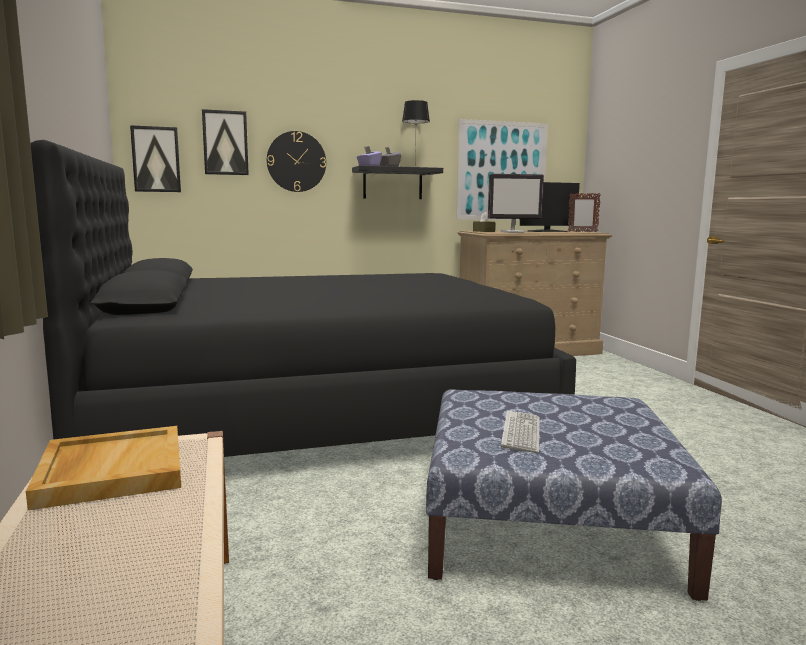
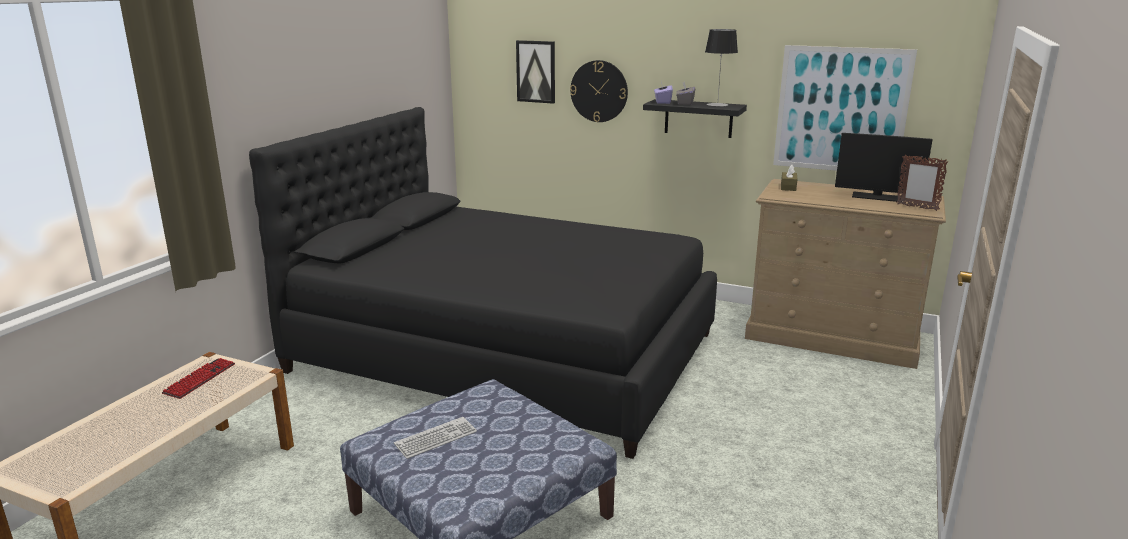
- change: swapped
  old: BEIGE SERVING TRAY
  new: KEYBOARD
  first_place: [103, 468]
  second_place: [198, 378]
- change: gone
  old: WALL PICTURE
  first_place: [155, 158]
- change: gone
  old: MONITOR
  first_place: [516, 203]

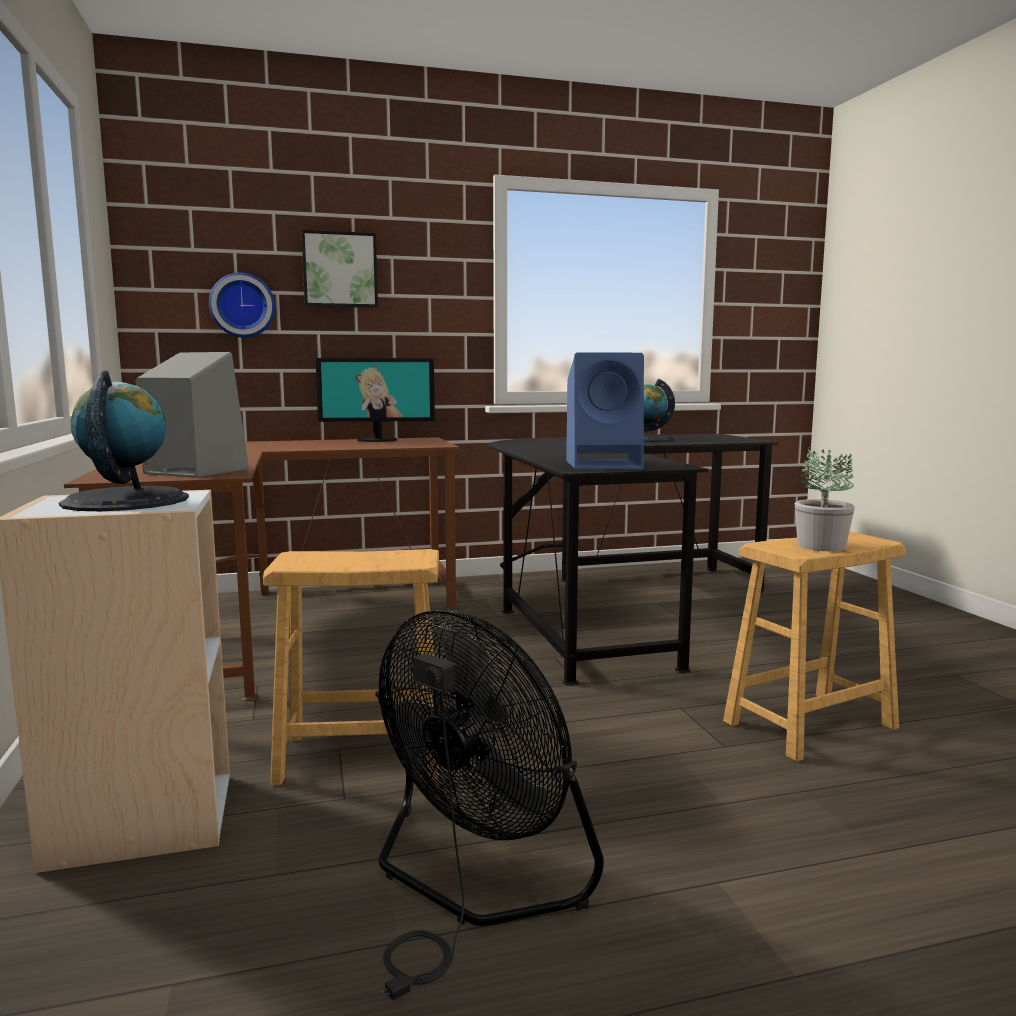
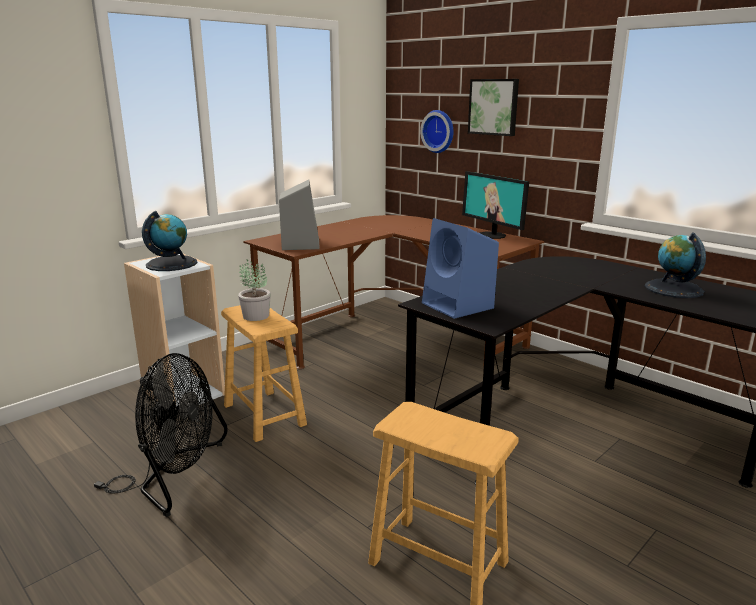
- change: shifted
  old: PLANT IN A POT
  first_place: [825, 498]
  second_place: [254, 290]

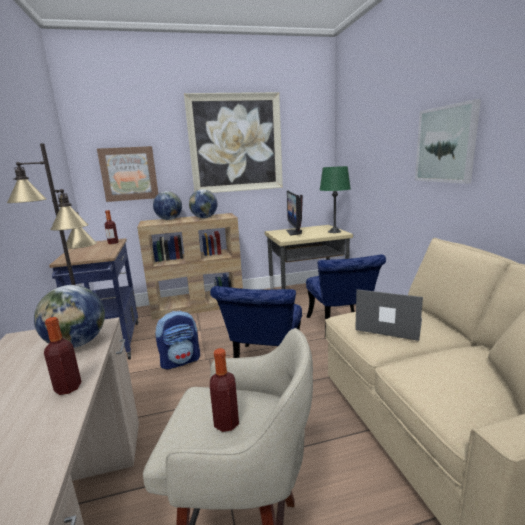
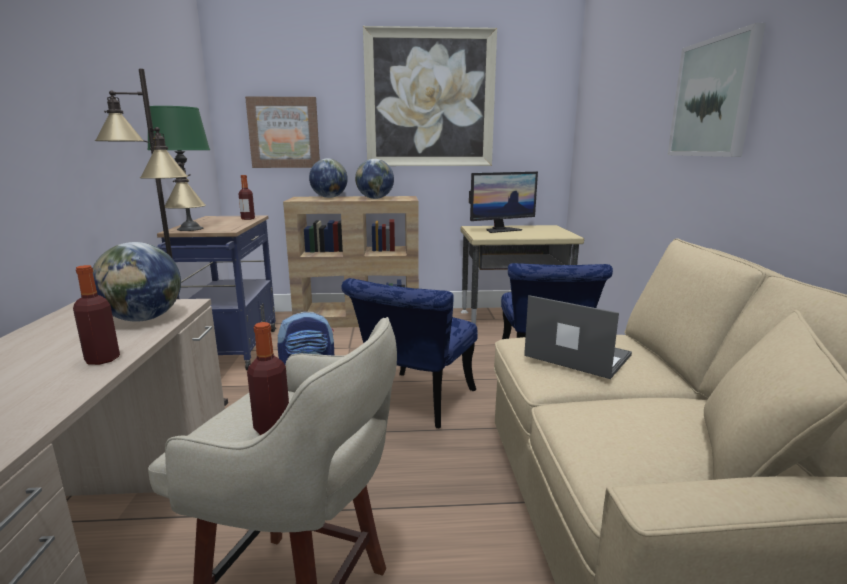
- change: shifted
  old: GREEN-COLOURED LAMP FOR A TABLE
  first_place: [335, 199]
  second_place: [178, 168]
- change: rotated
  old: MONITOR
  first_place: [294, 213]
  second_place: [503, 202]
  degrees: -120

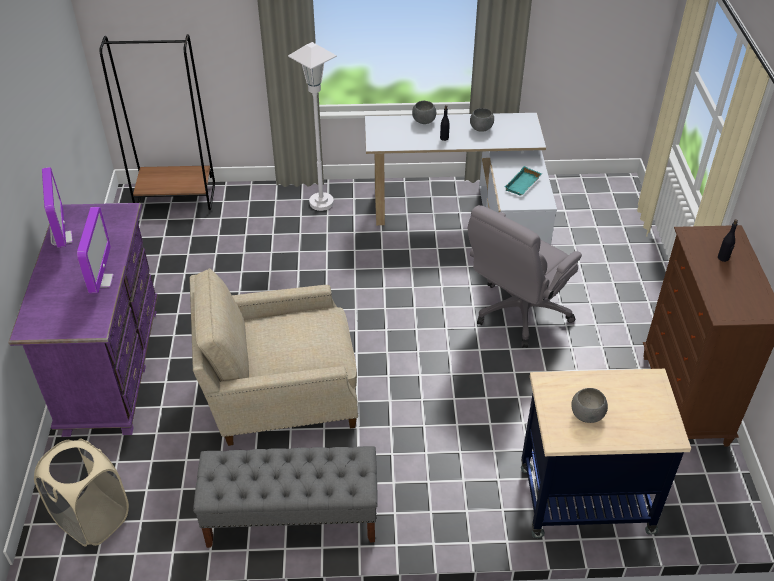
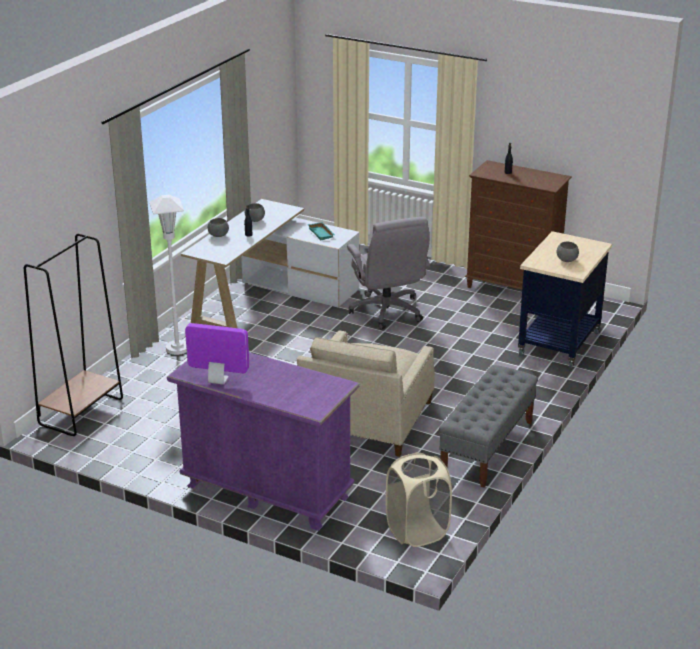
- change: gone
  old: MONITOR
  first_place: [95, 250]

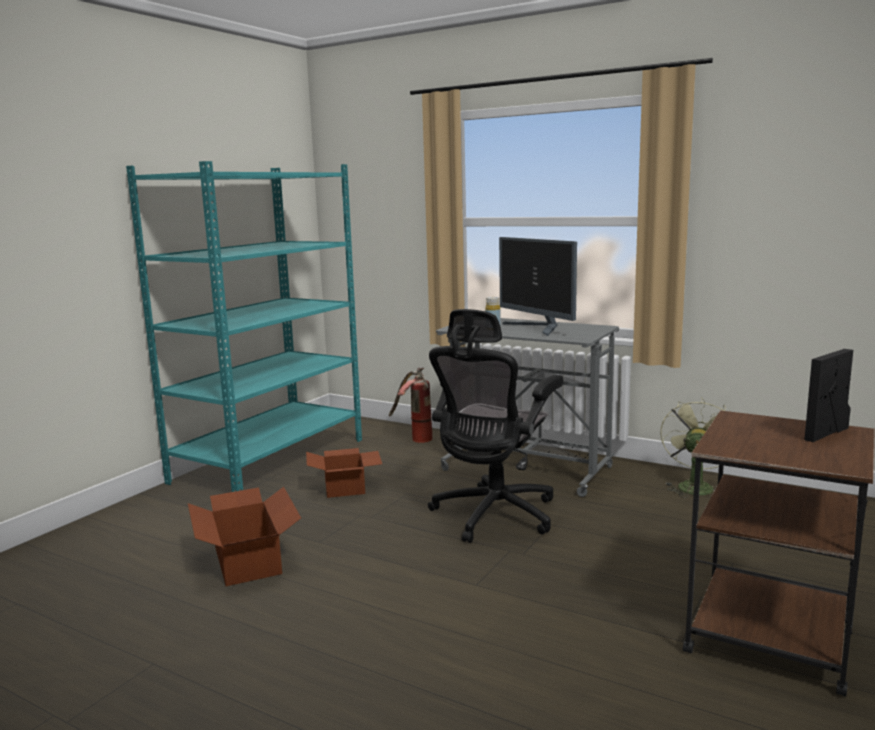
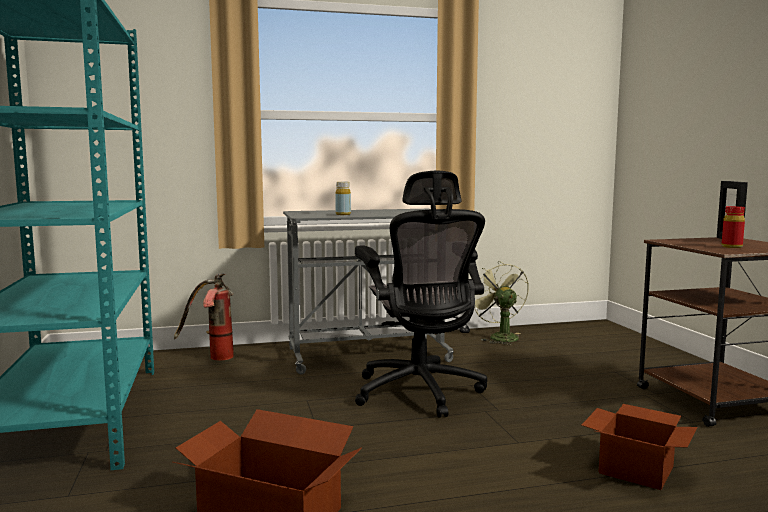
- change: shifted
  old: PACKING BOX
  first_place: [344, 473]
  second_place: [639, 447]
- change: new
  new: REDDISH DRINK BOTTLE
  second_place: [733, 227]
- change: gone
  old: MONITOR
  first_place: [538, 286]

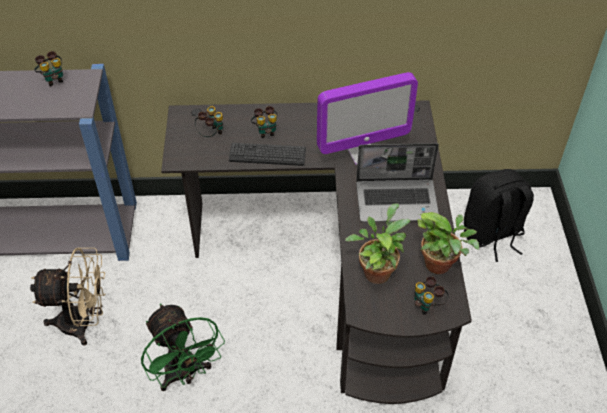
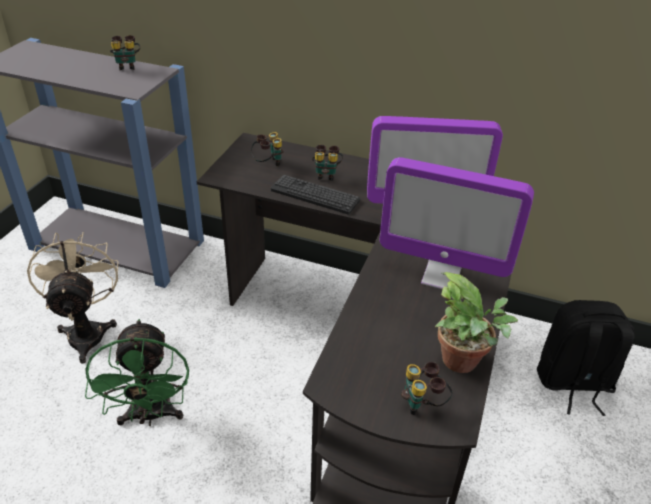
- change: rotated
  old: BEIGE ELECTRIC FAN
  first_place: [68, 296]
  second_place: [73, 298]
  degrees: -120
- change: swapped
  old: LAPTOP
  new: MONITOR
  first_place: [397, 182]
  second_place: [457, 223]
- change: gone
  old: PLANT IN A POT
  first_place: [377, 243]

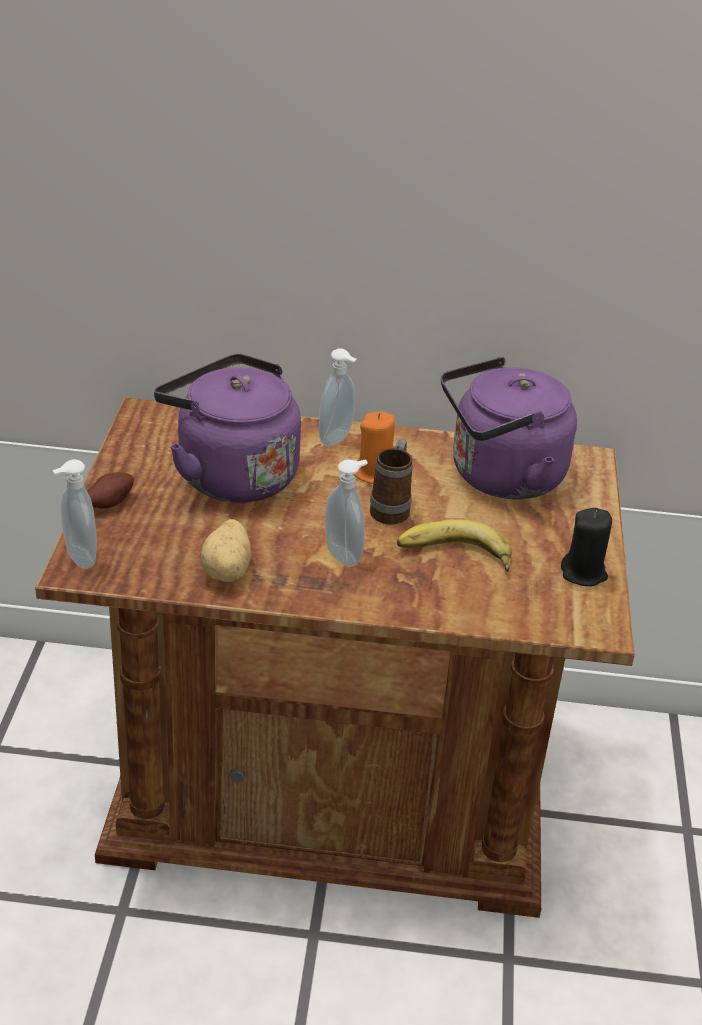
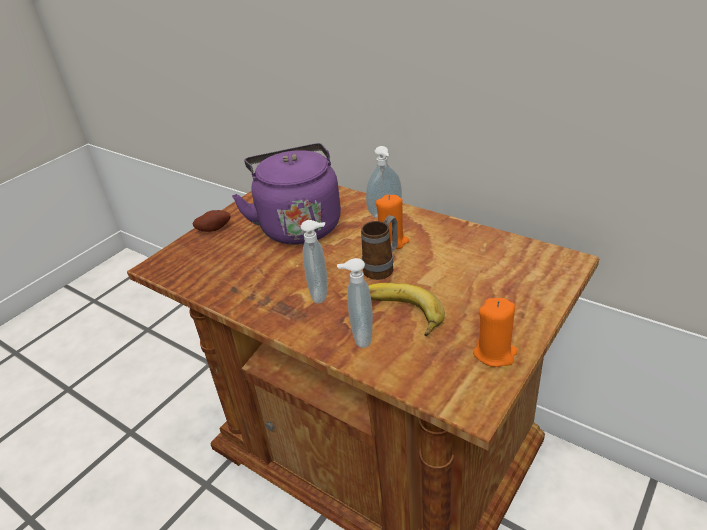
- change: shifted
  old: SOAP BOTTLE
  first_place: [74, 514]
  second_place: [355, 303]
- change: repainted
  old: BLACK CANDLE
  new: ORANGE CANDLE
  first_place: [586, 547]
  second_place: [495, 332]
- change: gone
  old: SPUD
  first_place: [226, 550]
- change: gone
  old: PURPLE TEA KETTLE
  first_place: [509, 428]

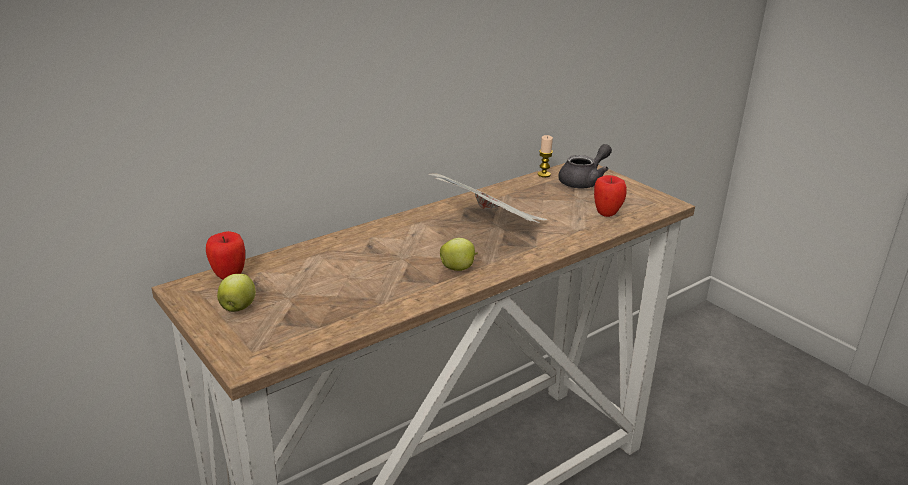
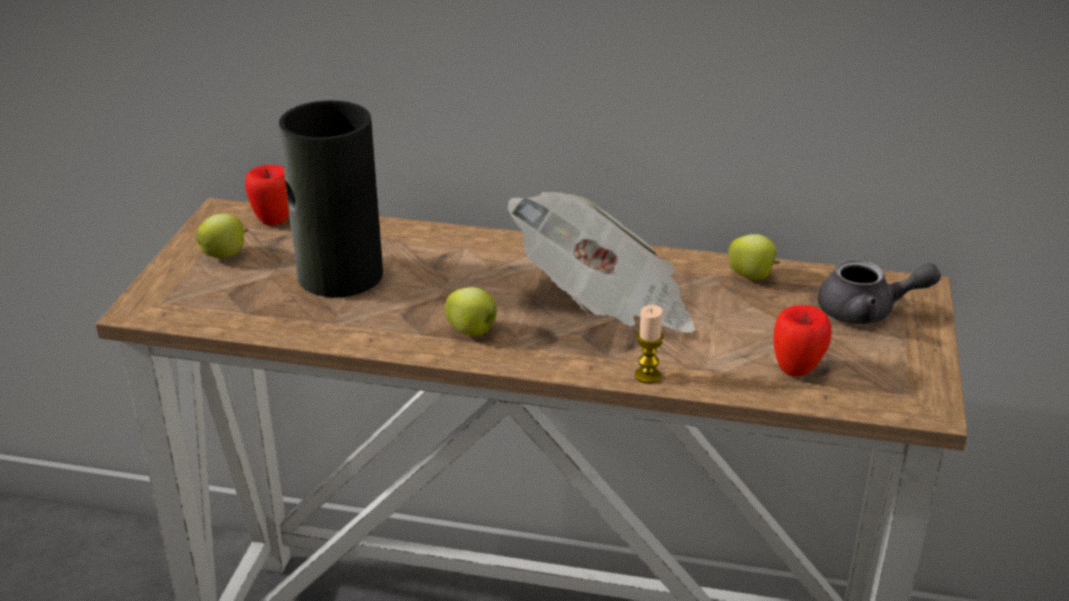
- change: new
  new: DECORATIVE VASE
  second_place: [331, 199]
- change: shifted
  old: CANDLE
  first_place: [545, 156]
  second_place: [649, 344]
- change: new
  new: APPLE FRUIT
  second_place: [754, 257]

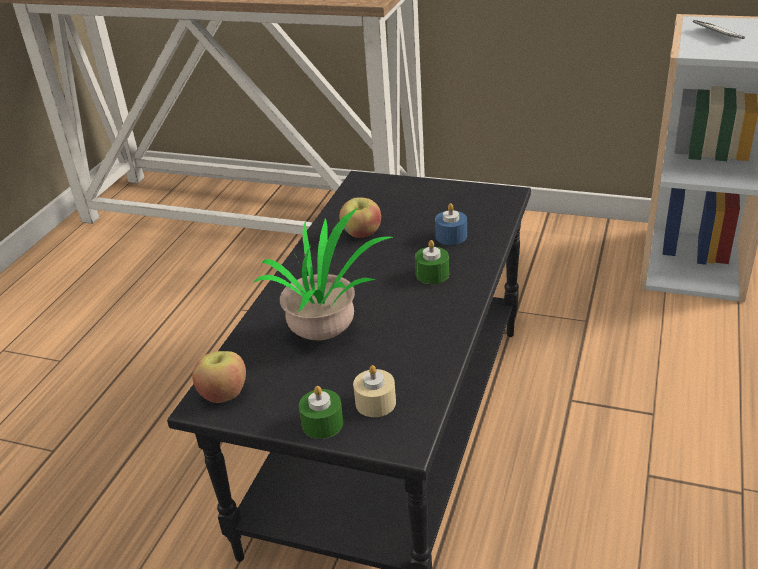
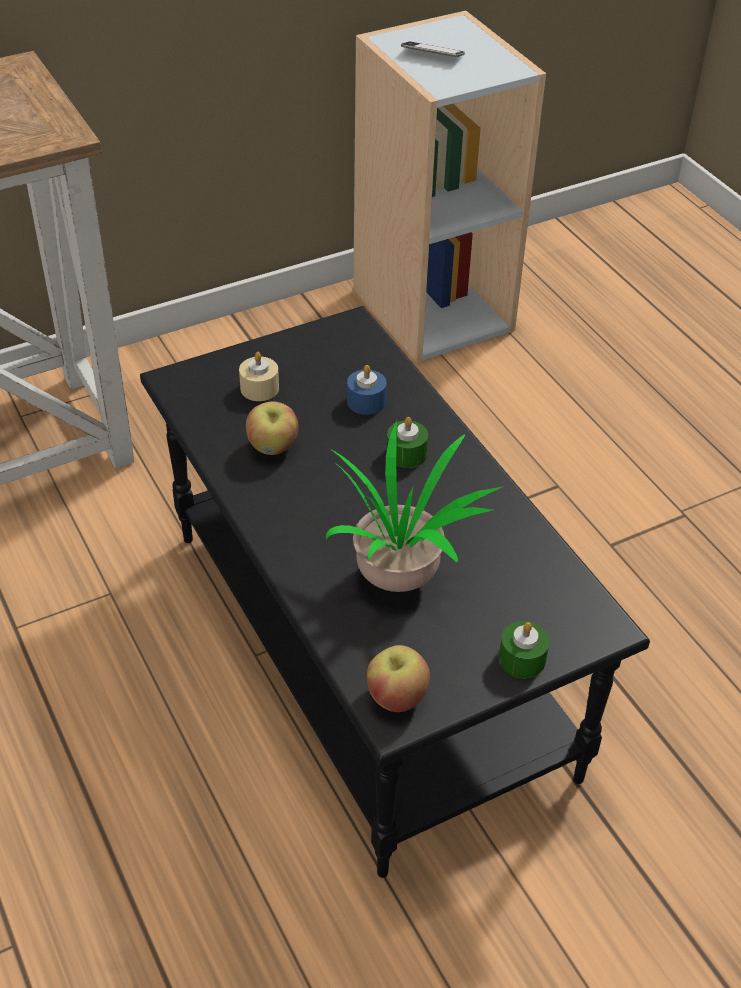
- change: shifted
  old: BEIGE CANDLE
  first_place: [374, 391]
  second_place: [259, 376]

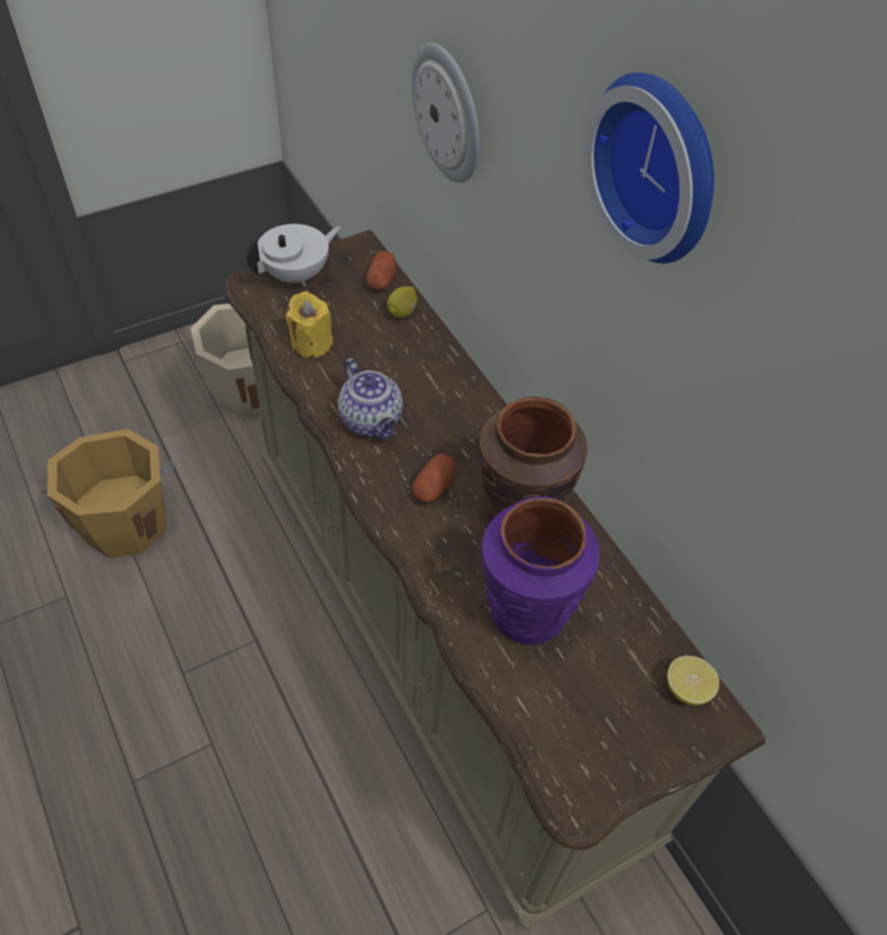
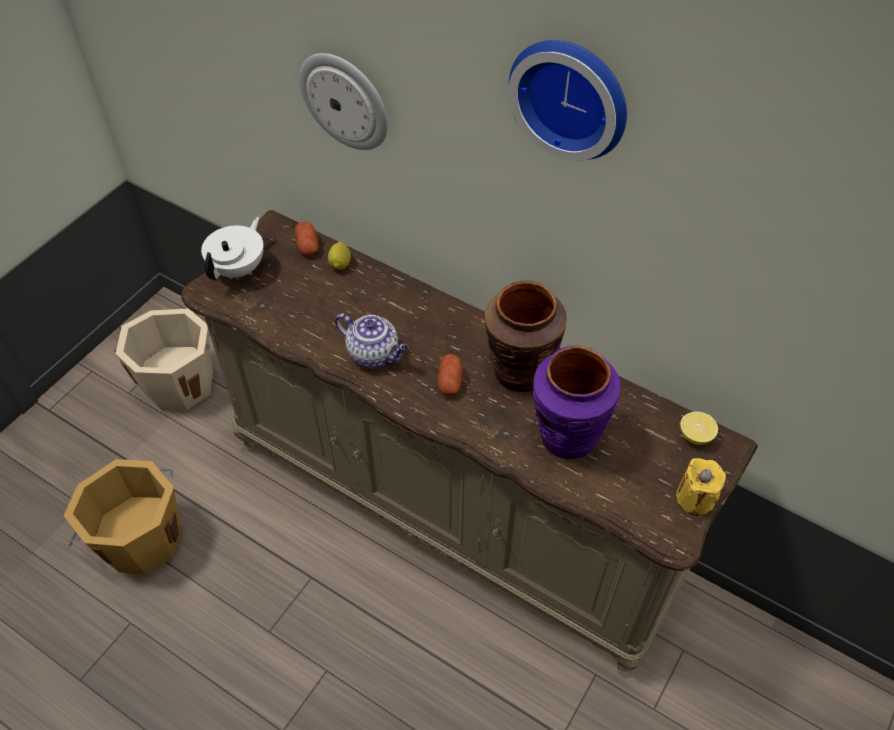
- change: shifted
  old: YELLOWISH CANDLE
  first_place: [309, 324]
  second_place: [701, 486]

